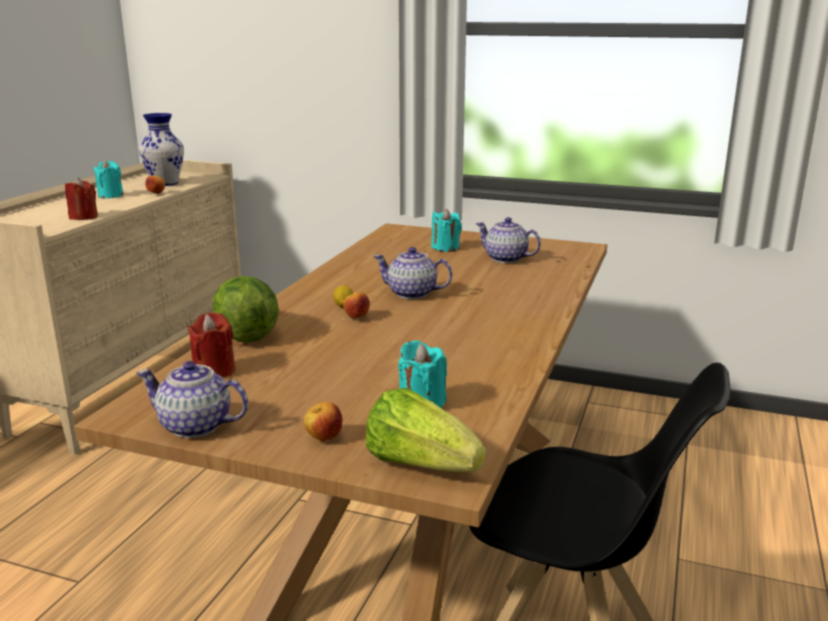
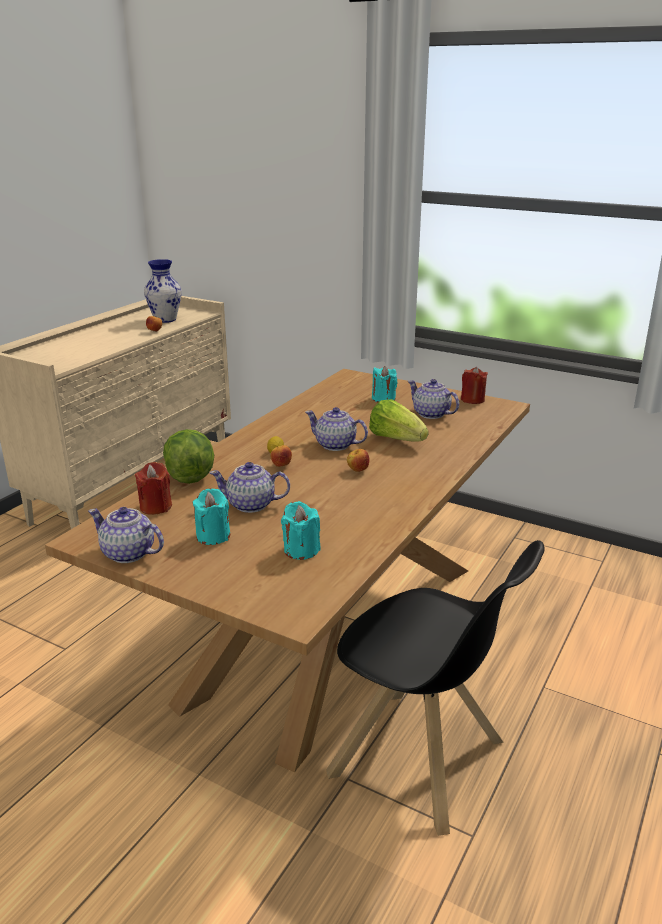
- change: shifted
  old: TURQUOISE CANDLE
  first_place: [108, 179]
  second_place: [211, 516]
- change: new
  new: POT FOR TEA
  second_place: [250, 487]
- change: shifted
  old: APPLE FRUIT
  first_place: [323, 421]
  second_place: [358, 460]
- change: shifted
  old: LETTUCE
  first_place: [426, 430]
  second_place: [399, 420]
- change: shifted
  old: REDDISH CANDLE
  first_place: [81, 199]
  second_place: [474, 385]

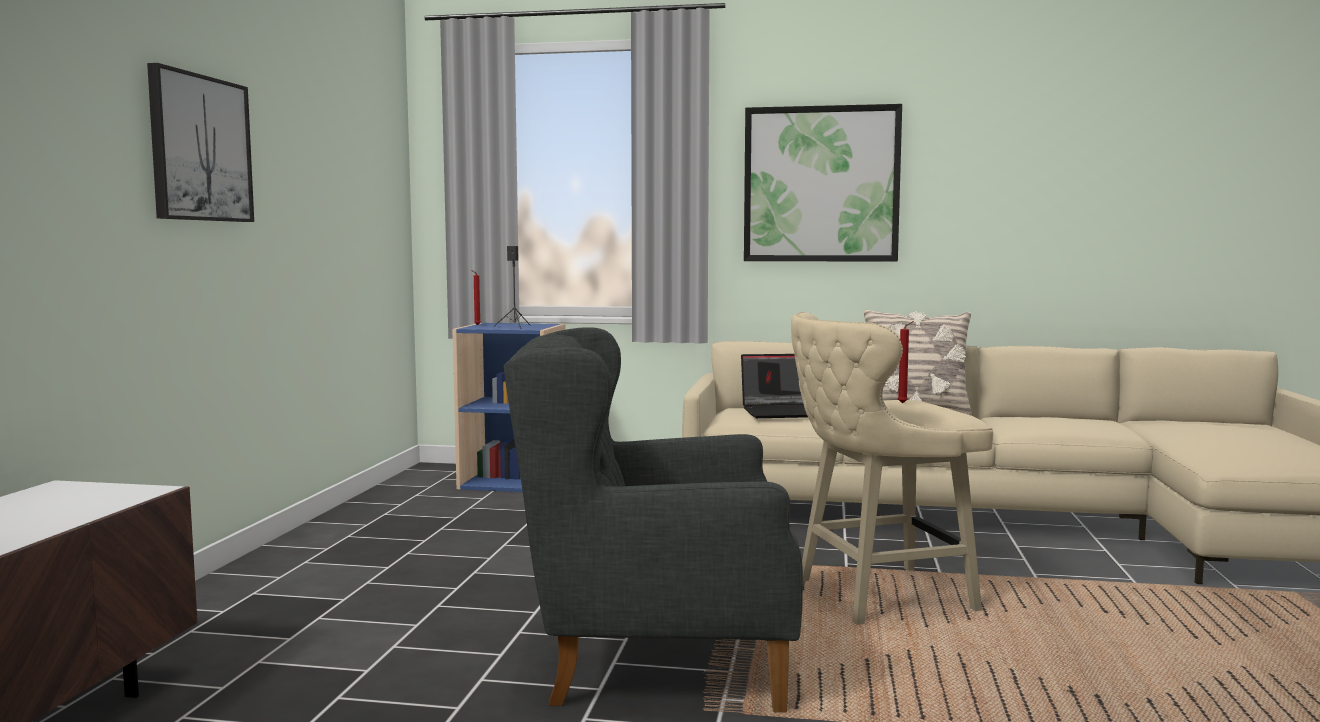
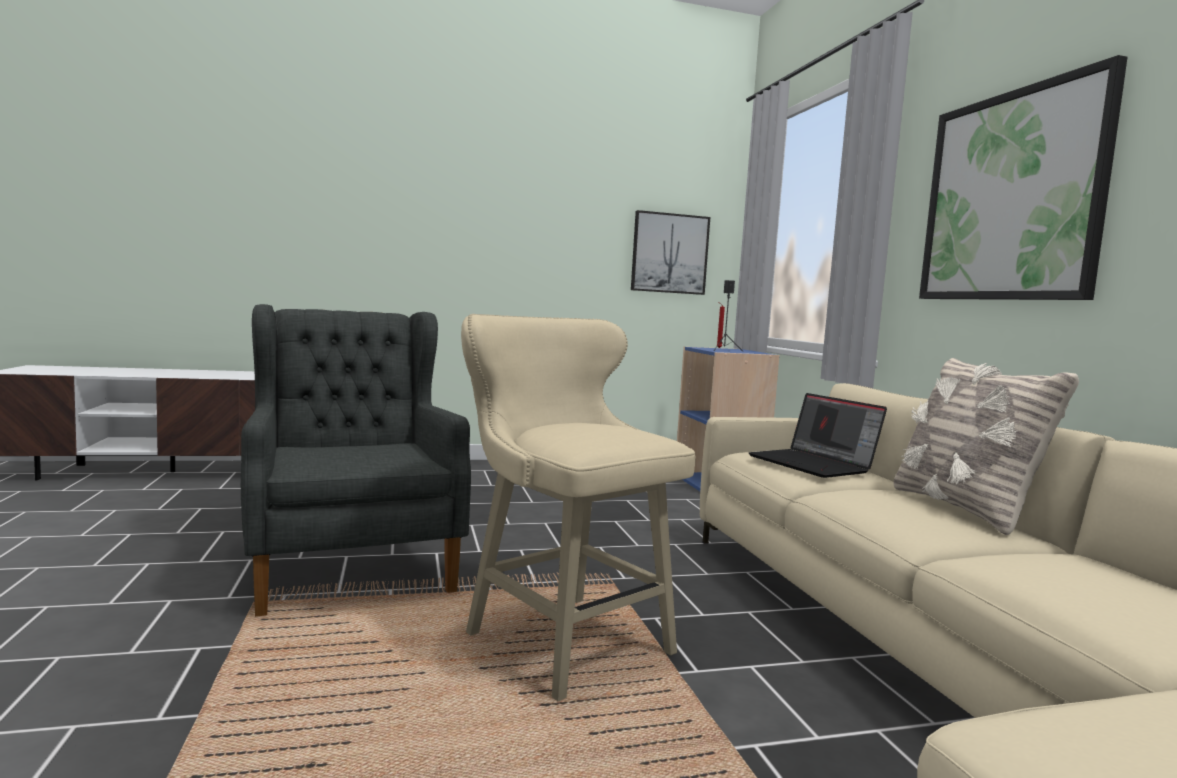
- change: shifted
  old: WALL PICTURE
  first_place: [200, 142]
  second_place: [670, 252]
- change: gone
  old: REDDISH CANDLE
  first_place: [905, 362]

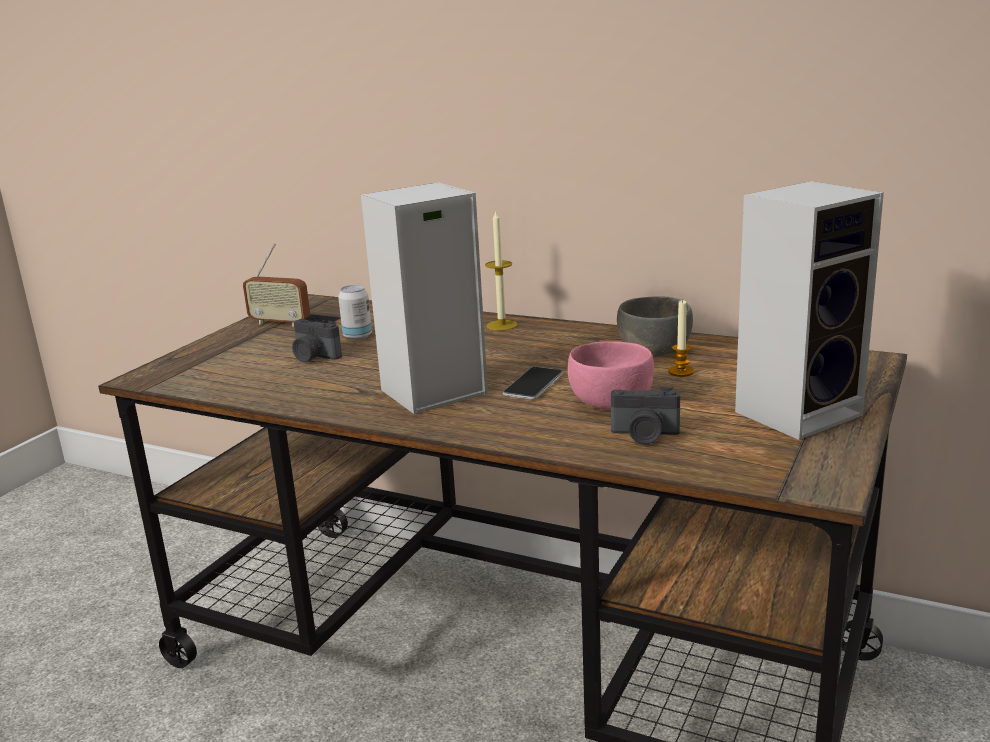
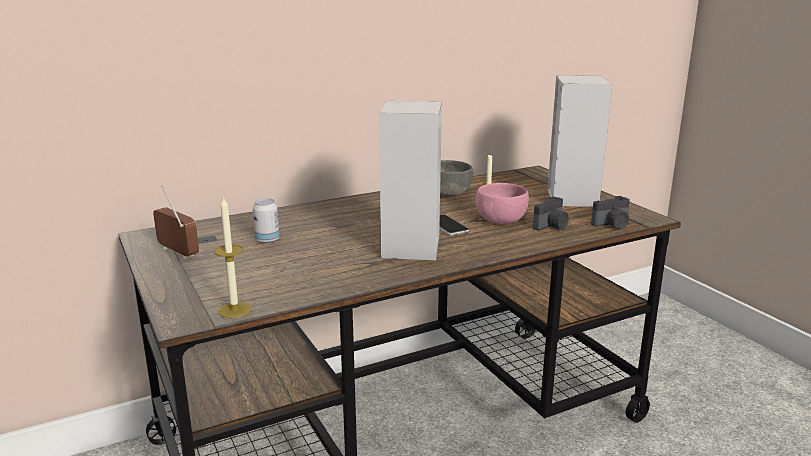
- change: rotated
  old: RADIO RECEIVER
  first_place: [276, 285]
  second_place: [176, 222]
  degrees: -105
- change: shifted
  old: CANDLE
  first_place: [501, 271]
  second_place: [232, 257]
- change: shifted
  old: STILL CAMERA
  first_place: [317, 340]
  second_place: [610, 212]

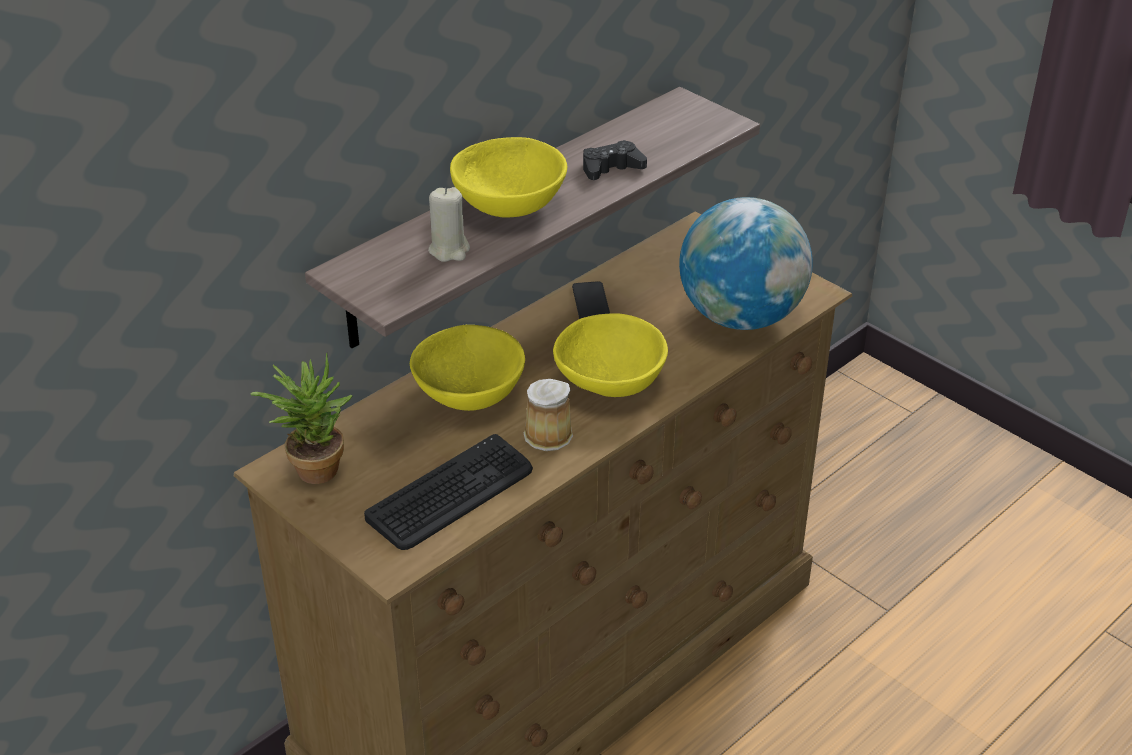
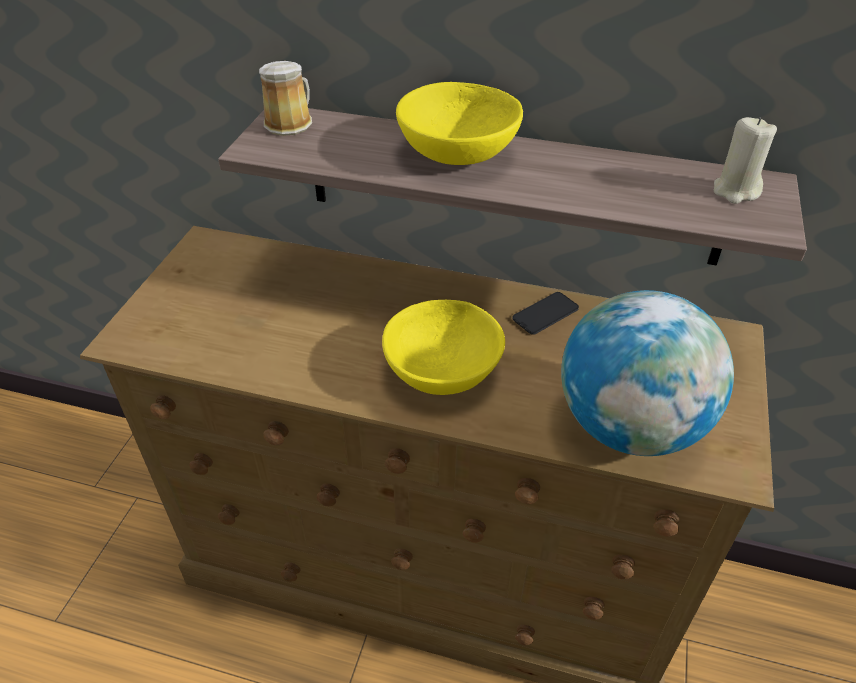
- change: shifted
  old: MUG
  first_place: [548, 415]
  second_place: [285, 98]
- change: shifted
  old: BEIGE CANDLE
  first_place: [449, 224]
  second_place: [745, 160]
- change: gone
  old: PLANT IN A POT
  first_place: [301, 418]
- change: gone
  old: KEYBOARD
  first_place: [448, 492]
- change: gone
  old: YELLOWISH SERVING BOWL
  first_place: [467, 368]
- change: gone
  old: BLACK JOYPAD
  first_place: [615, 160]

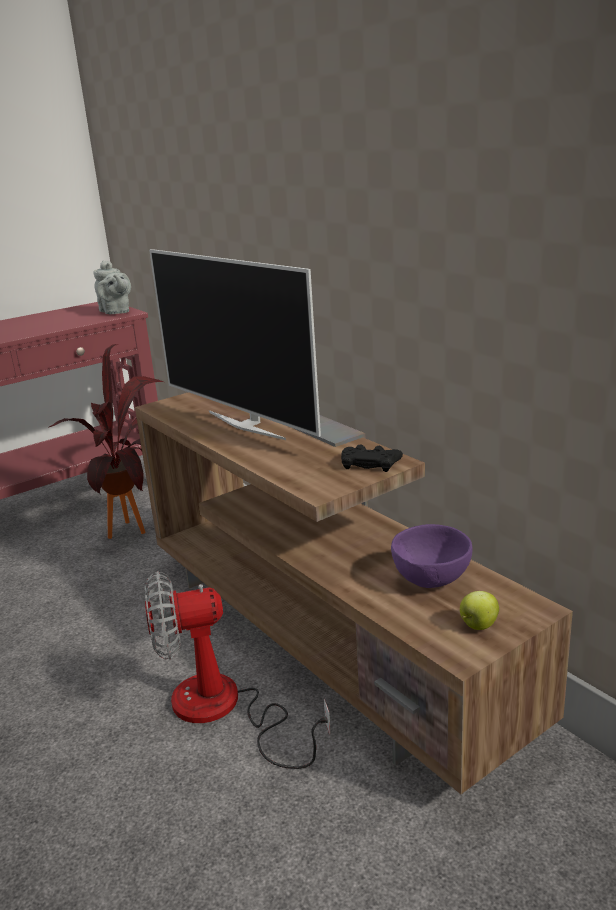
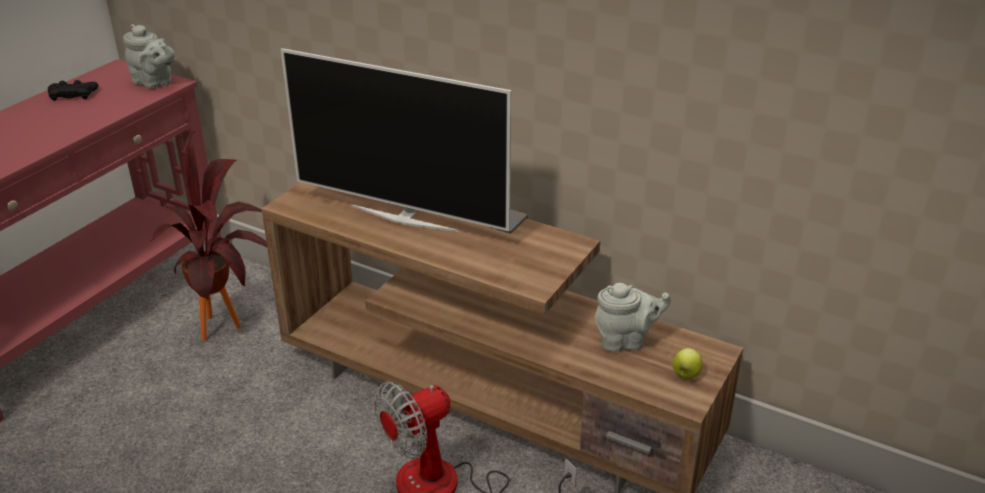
- change: shifted
  old: BLACK JOYPAD
  first_place: [372, 458]
  second_place: [73, 90]
- change: swapped
  old: PURPLE SERVING BOWL
  new: GREY POT FOR TEA
  first_place: [432, 556]
  second_place: [633, 317]

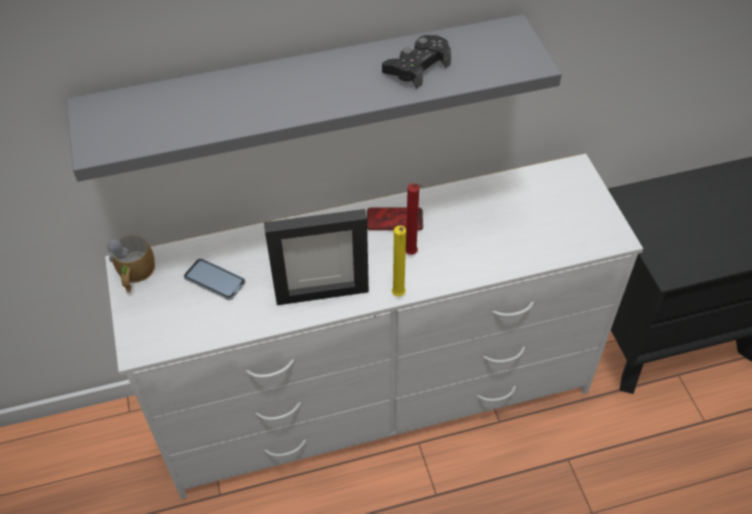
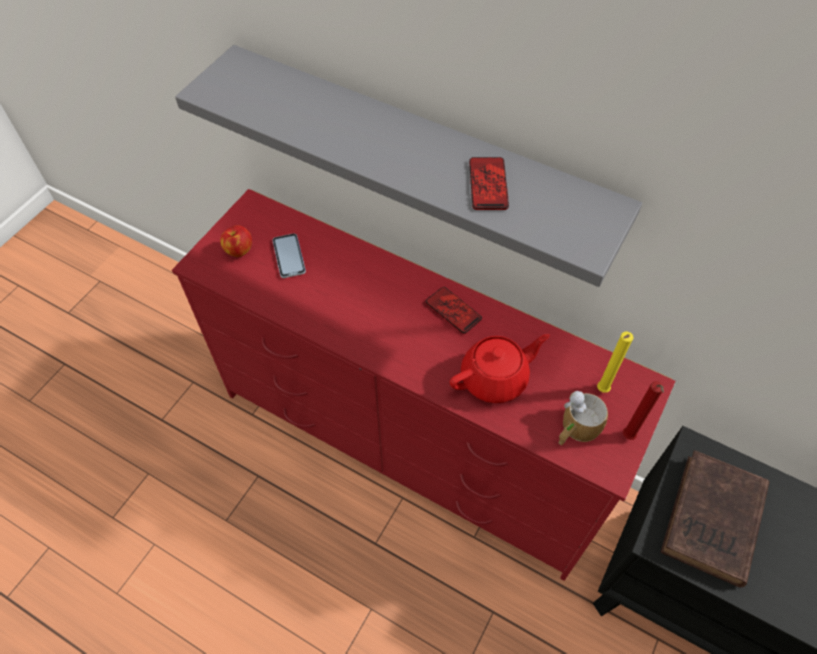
- change: repainted
  old: WHITISH CHEST OF DRAWERS
  new: REDDISH CHEST OF DRAWERS
  first_place: [374, 326]
  second_place: [424, 385]
- change: new
  new: APPLE FRUIT
  second_place: [236, 241]
- change: new
  new: REDDISH POT FOR TEA
  second_place: [500, 368]
- change: swapped
  old: BLACK JOYPAD
  new: TELEPHONE
  first_place: [416, 62]
  second_place: [489, 183]
- change: shifted
  old: MUG
  first_place: [131, 264]
  second_place: [583, 418]
- change: shifted
  old: YELLOWISH CANDLE
  first_place: [399, 261]
  second_place: [615, 362]
- change: shifted
  old: REDDISH CANDLE
  first_place: [414, 219]
  second_place: [643, 410]
- change: new
  new: BROWN VOLUME
  second_place: [715, 518]
- change: gone
  old: PICTURE FRAME
  first_place: [316, 257]

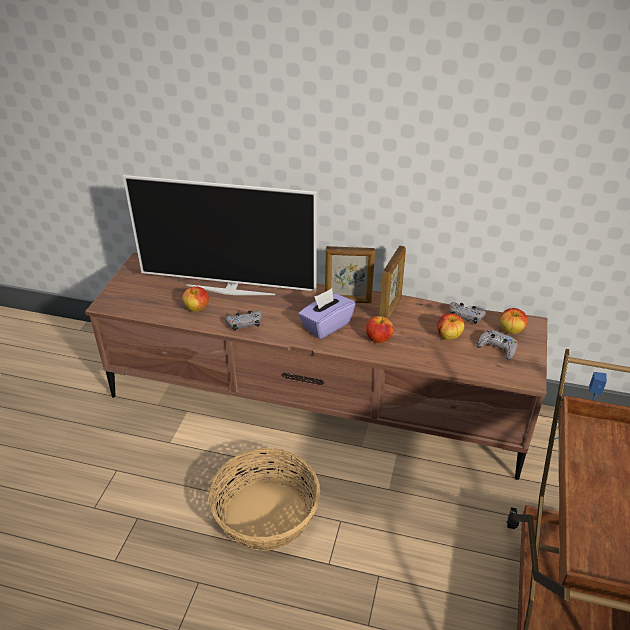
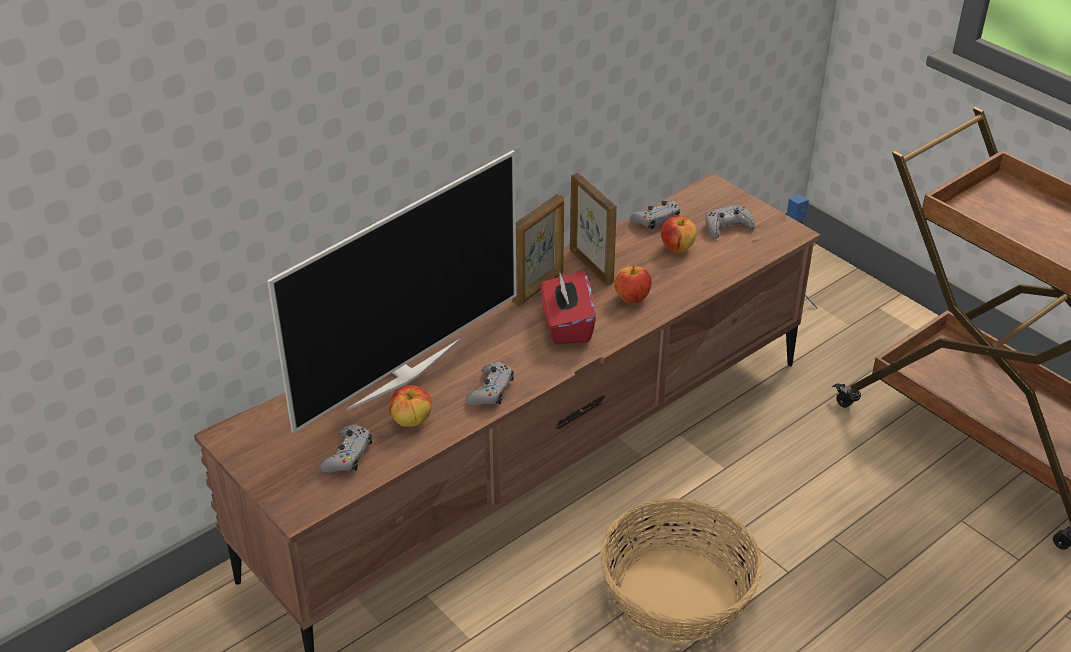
- change: new
  new: GREY JOYPAD
  second_place: [346, 448]
- change: repainted
  old: PURPLE TISSUE BOX
  new: REDDISH TISSUE BOX
  first_place: [326, 313]
  second_place: [568, 307]
- change: gone
  old: APPLE FRUIT
  first_place: [513, 321]

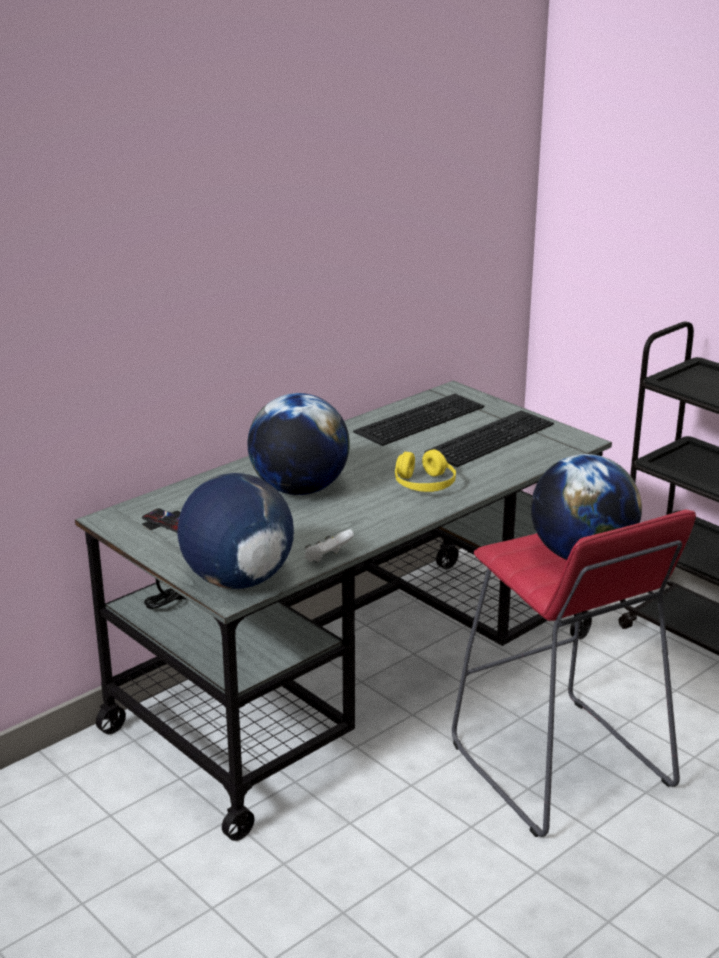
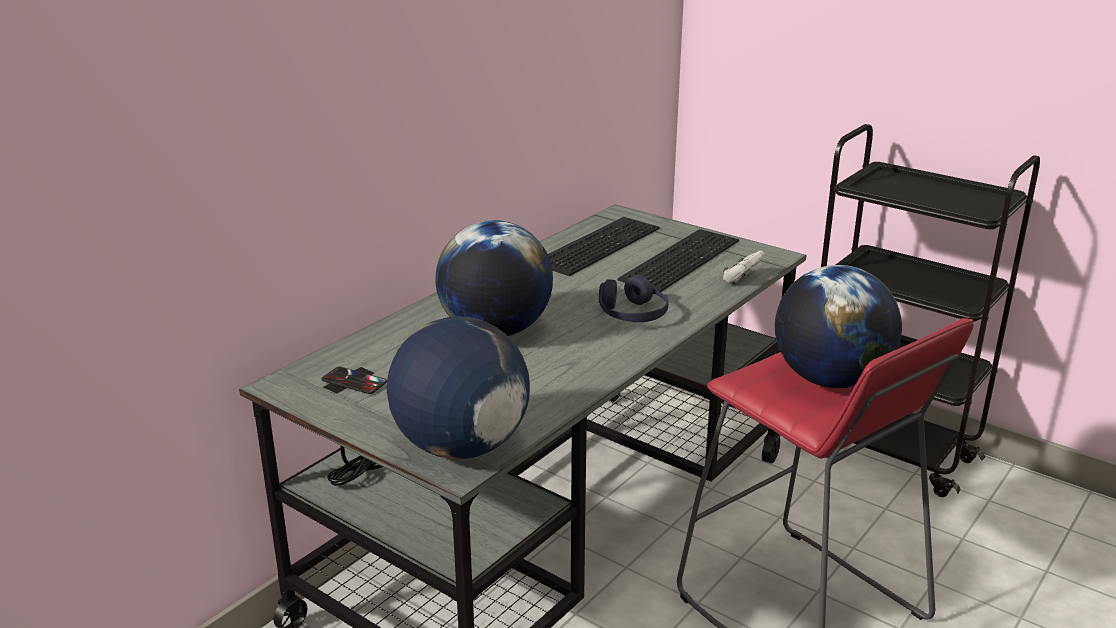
- change: repainted
  old: YELLOWISH PAIR OF HEADPHONES
  new: PURPLE PAIR OF HEADPHONES
  first_place: [425, 470]
  second_place: [634, 298]
- change: shifted
  old: WHITISH JOYPAD
  first_place: [329, 546]
  second_place: [744, 267]

